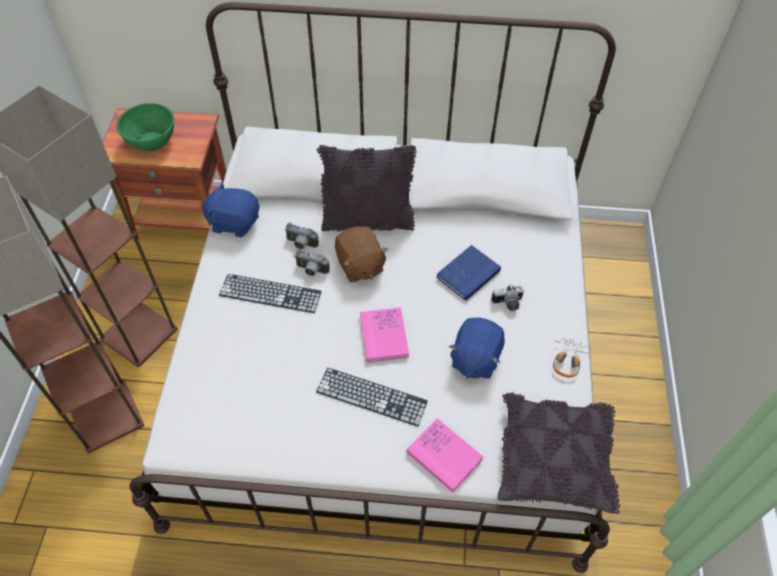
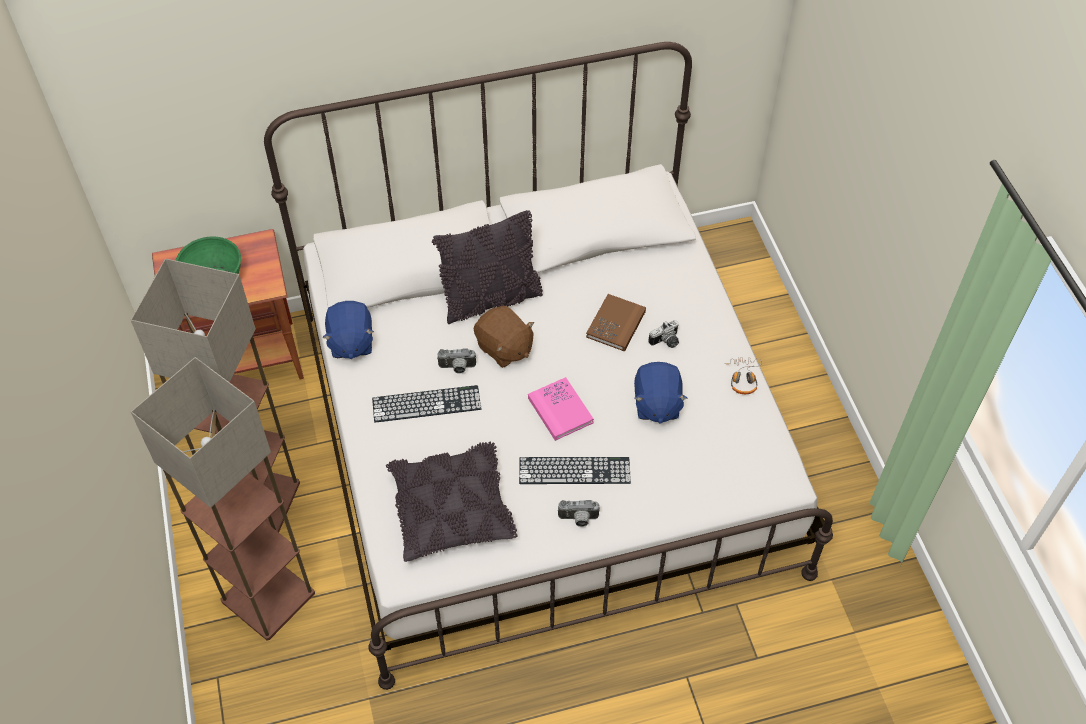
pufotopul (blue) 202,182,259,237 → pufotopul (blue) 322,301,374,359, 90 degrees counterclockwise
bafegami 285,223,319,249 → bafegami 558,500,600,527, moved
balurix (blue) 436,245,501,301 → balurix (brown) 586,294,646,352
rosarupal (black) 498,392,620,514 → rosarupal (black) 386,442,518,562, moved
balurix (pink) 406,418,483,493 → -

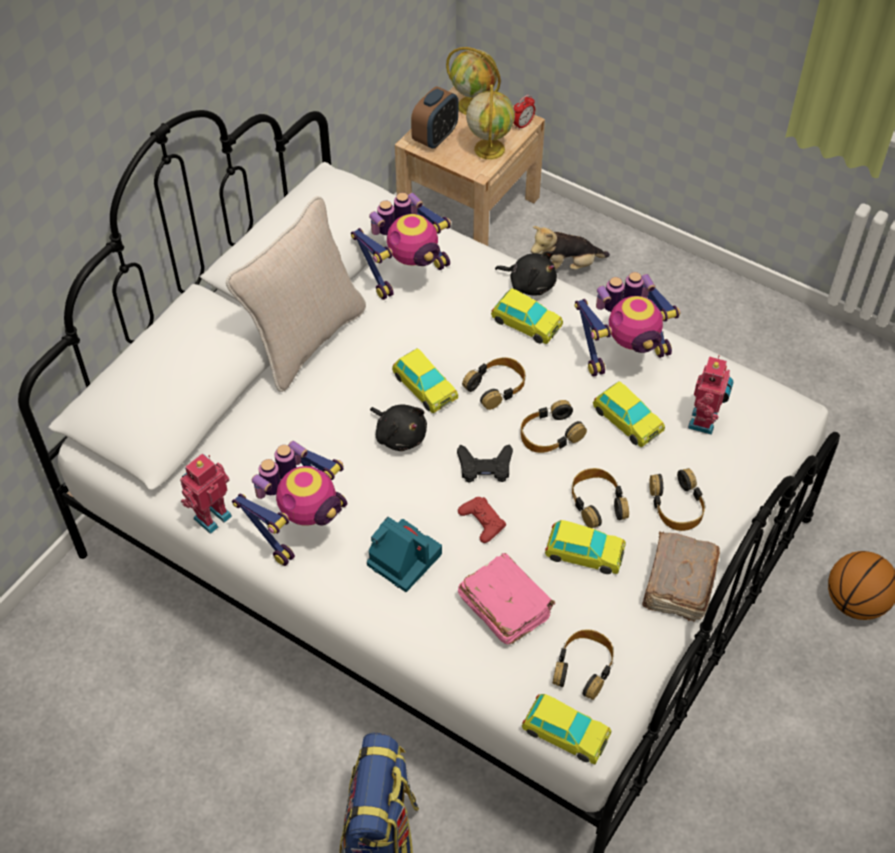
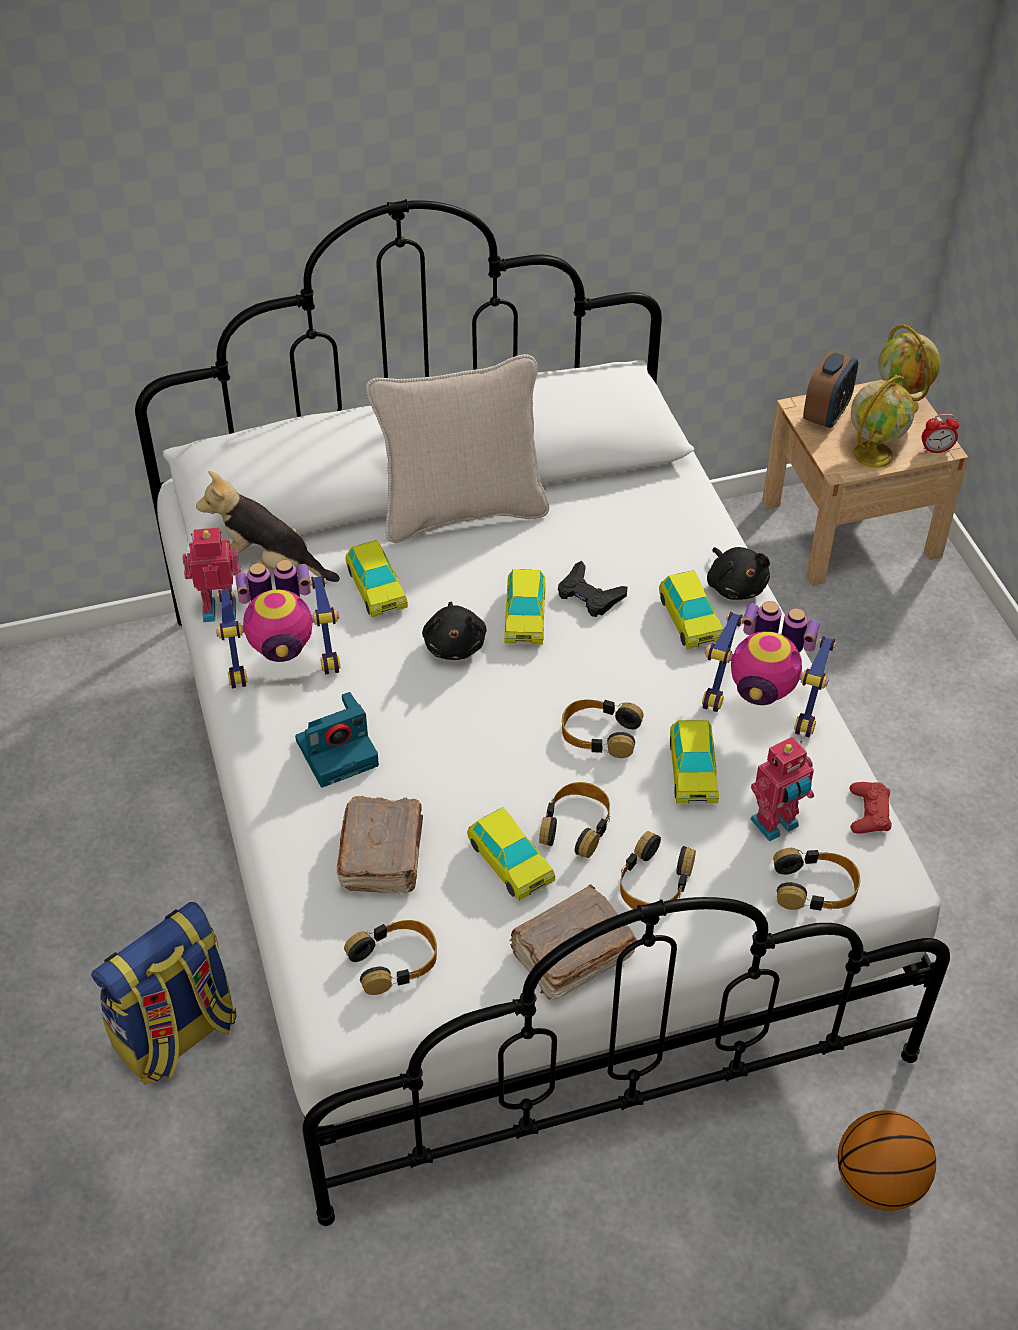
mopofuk 411,87,458,149 → mopofuk 803,351,858,429, 45 degrees counterclockwise
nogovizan 351,193,451,300 → -
pufotopul 531,226,610,270 → pufotopul 196,471,340,582, moved
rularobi 462,357,525,410 → rularobi 773,848,860,911, moved
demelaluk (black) 457,444,513,483 → demelaluk (black) 558,561,627,617, moved
demelaluk (red) 458,497,506,543 → demelaluk (red) 849,782,892,834, moved
bafegami 367,517,442,592 → bafegami 295,692,379,787, 75 degrees clockwise
balurix (pink) 458,553,555,645 → balurix (brown) 337,796,423,894
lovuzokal 522,694,611,764 → lovuzokal 345,540,408,617, moved

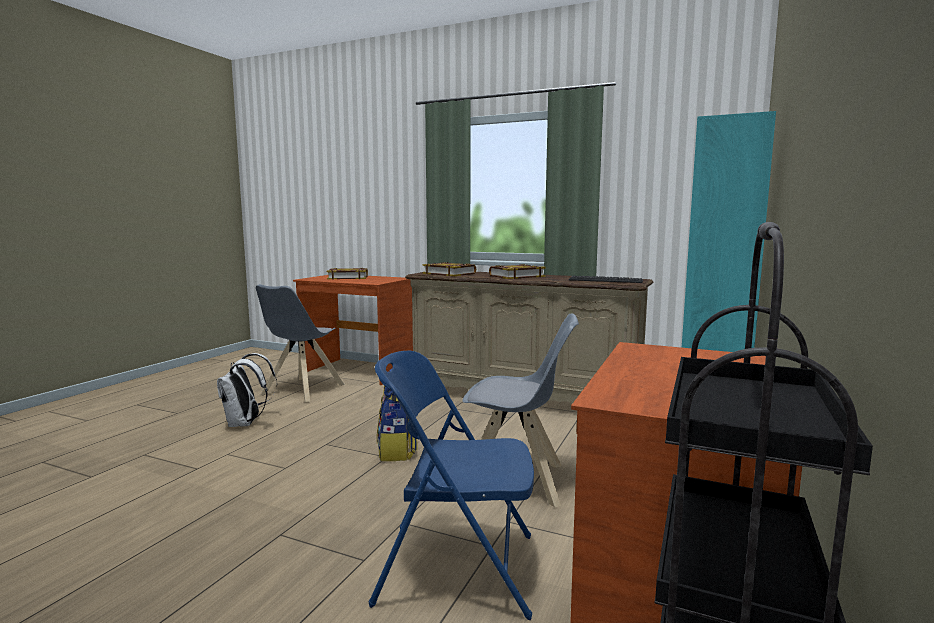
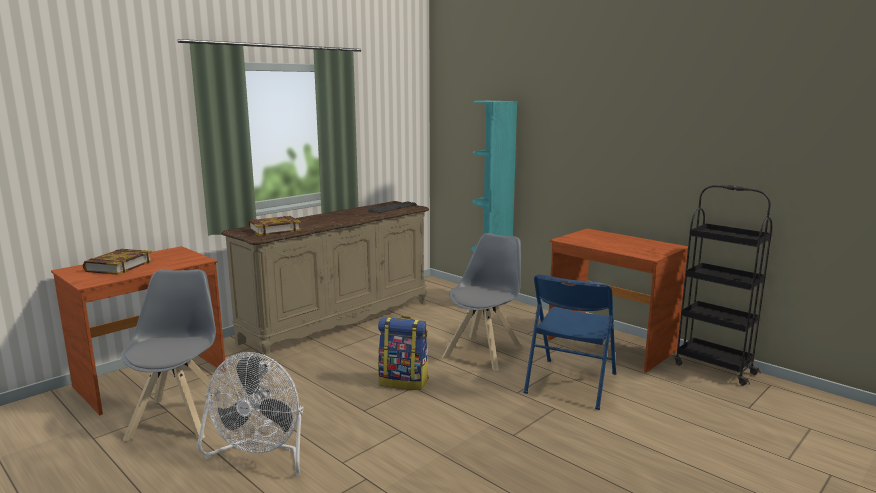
balurix 489,264,546,279 → -
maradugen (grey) 256,284,345,402 → maradugen (grey) 121,269,227,442, 135 degrees counterclockwise
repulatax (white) 217,353,277,427 → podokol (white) 197,352,304,476

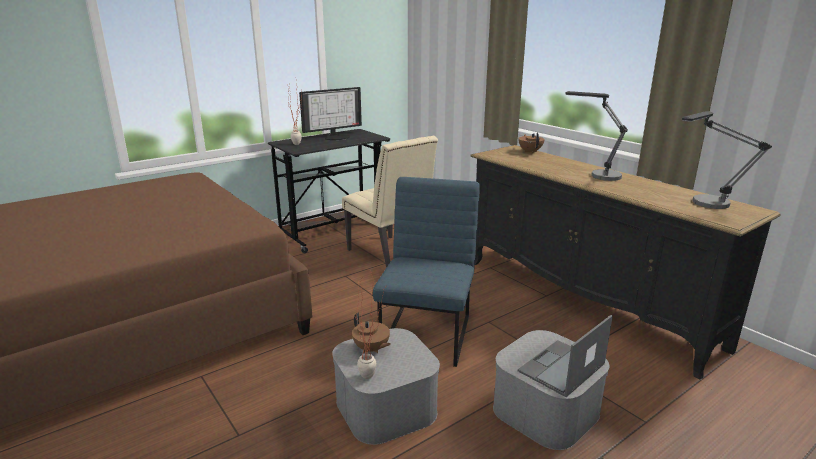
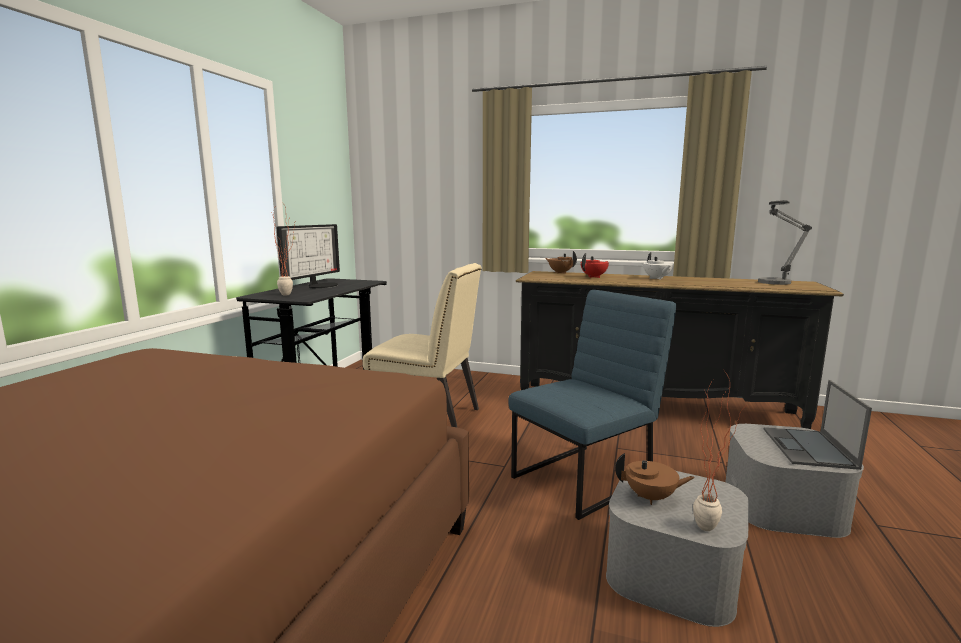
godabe 565,91,628,181 → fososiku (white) 643,252,673,280
maradugen (blue) 373,177,480,367 → maradugen (blue) 509,290,676,520, 75 degrees clockwise
- → fososiku (red) 580,253,609,278

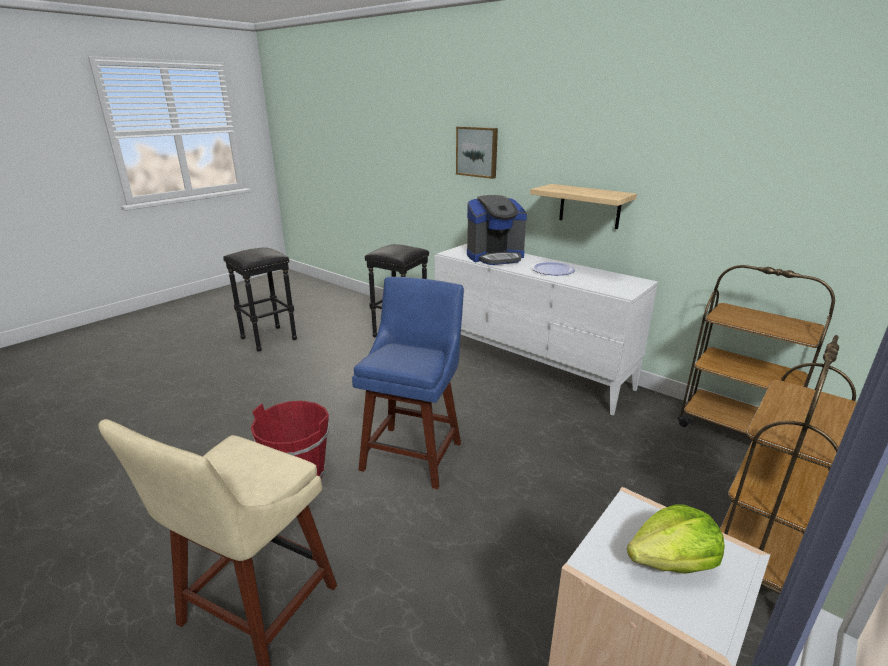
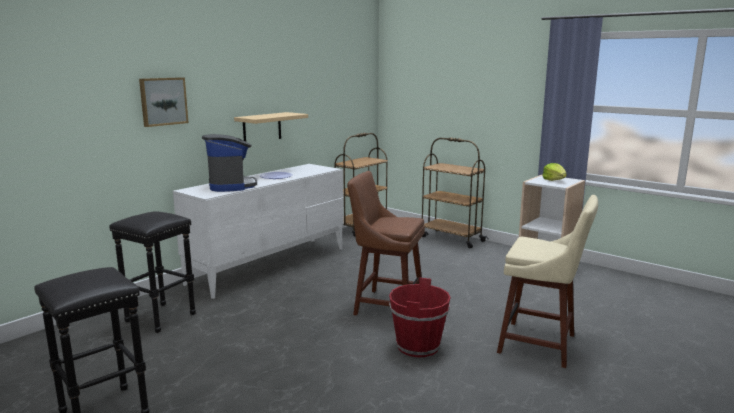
maradugen (blue) 352,277,464,489 → maradugen (brown) 347,171,425,316

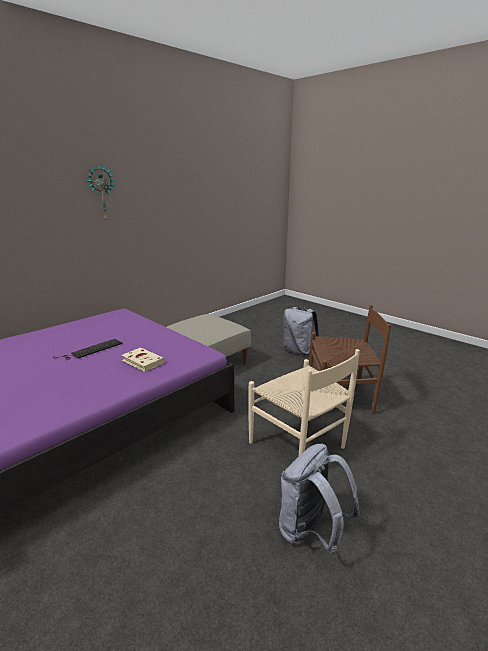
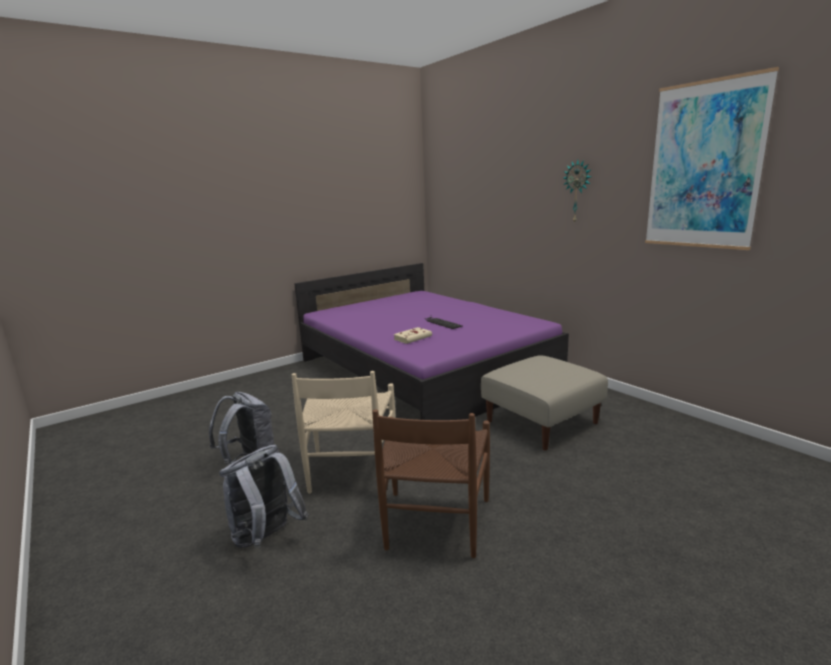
repulatax (grey) 283,306,319,355 → repulatax (grey) 219,444,309,548, moved
maradugen (beige) 248,349,360,455 → maradugen (beige) 292,371,396,494, 60 degrees counterclockwise
- → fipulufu 645,67,779,250

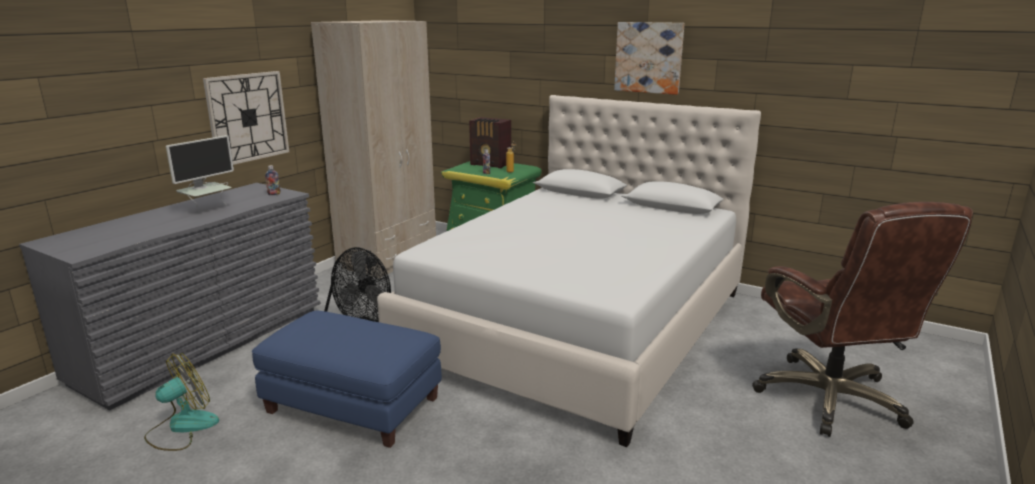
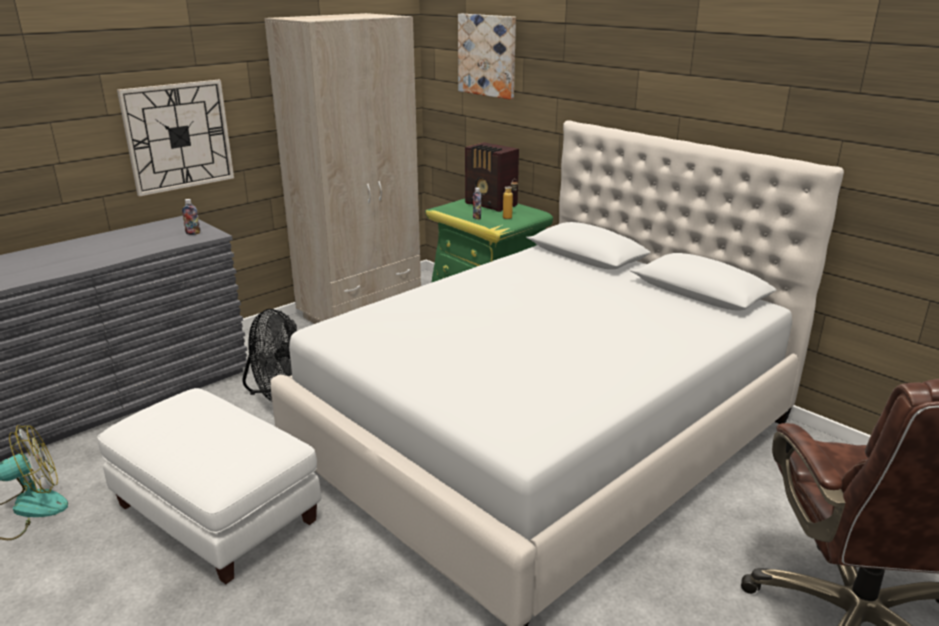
fipulufu 614,22,685,95 → fipulufu 458,14,516,100, moved
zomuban 166,135,234,207 → -
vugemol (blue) 252,311,442,448 → vugemol (white) 97,388,321,584

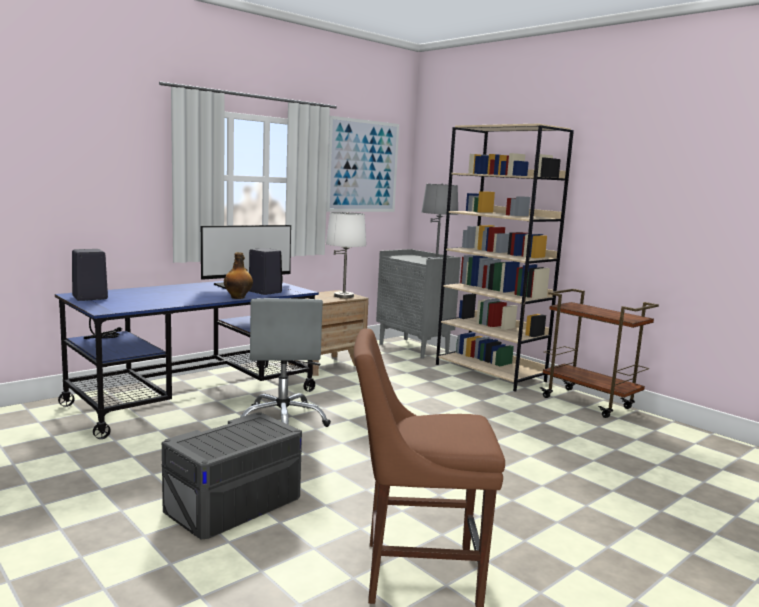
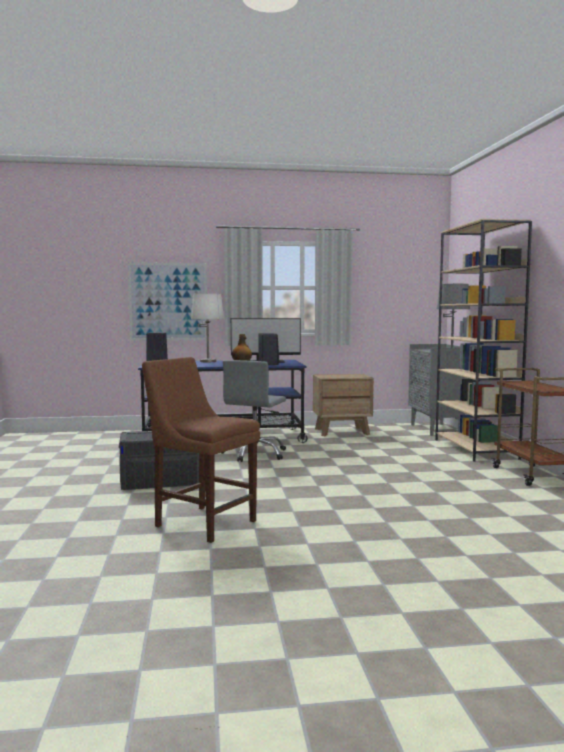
fipulufu 326,116,399,212 → fipulufu 128,262,207,341, moved
godabe (white) 326,212,366,298 → godabe (white) 191,293,224,362, moved

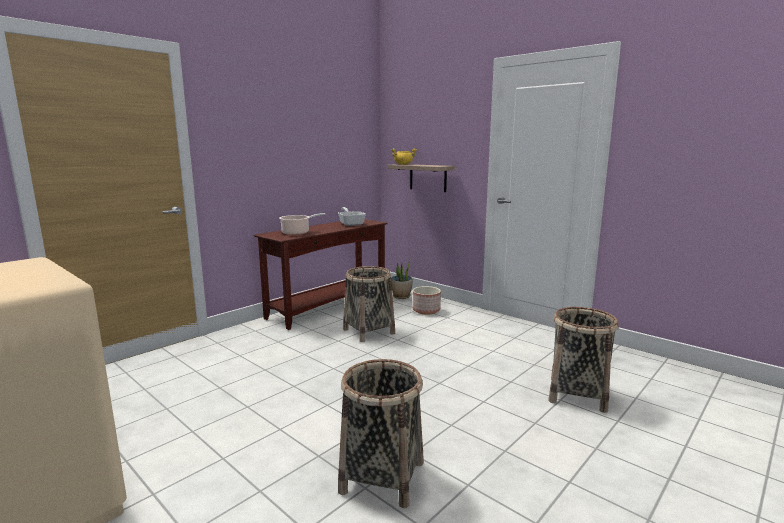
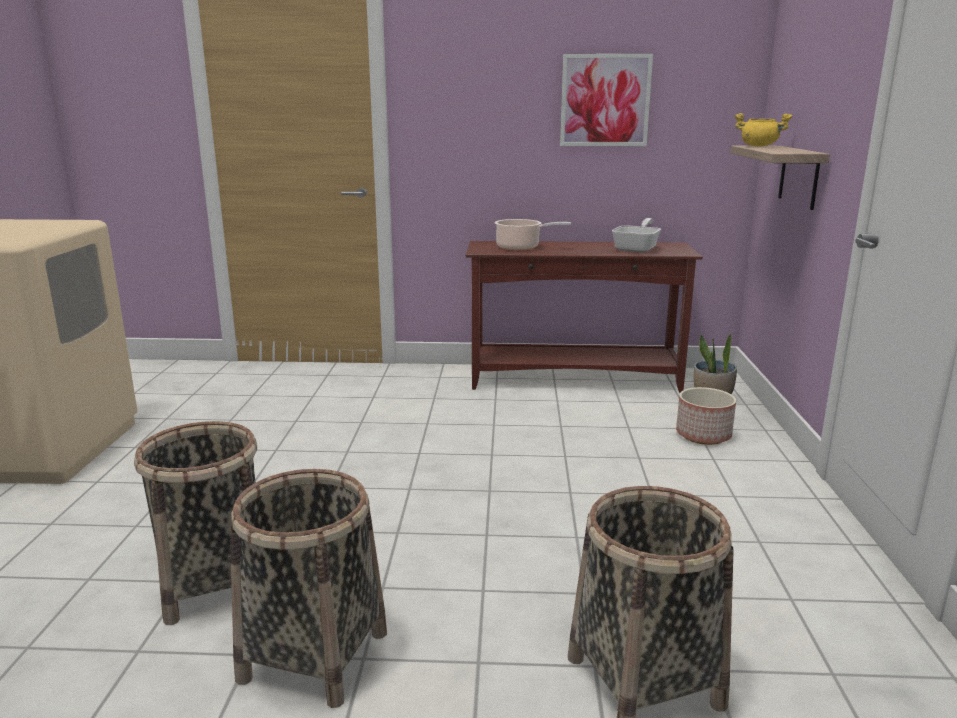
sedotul 343,266,395,342 → sedotul 230,469,387,708, moved
- → fipulufu 560,54,653,146

